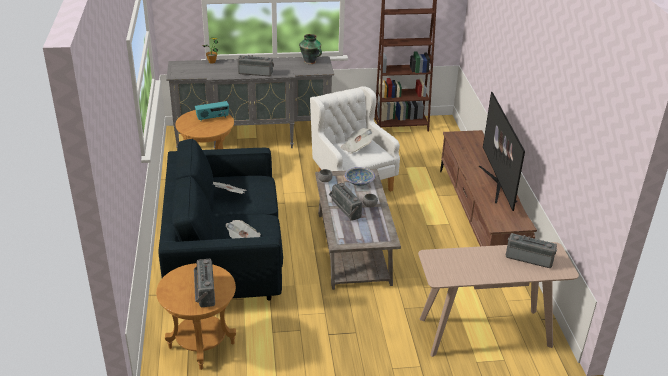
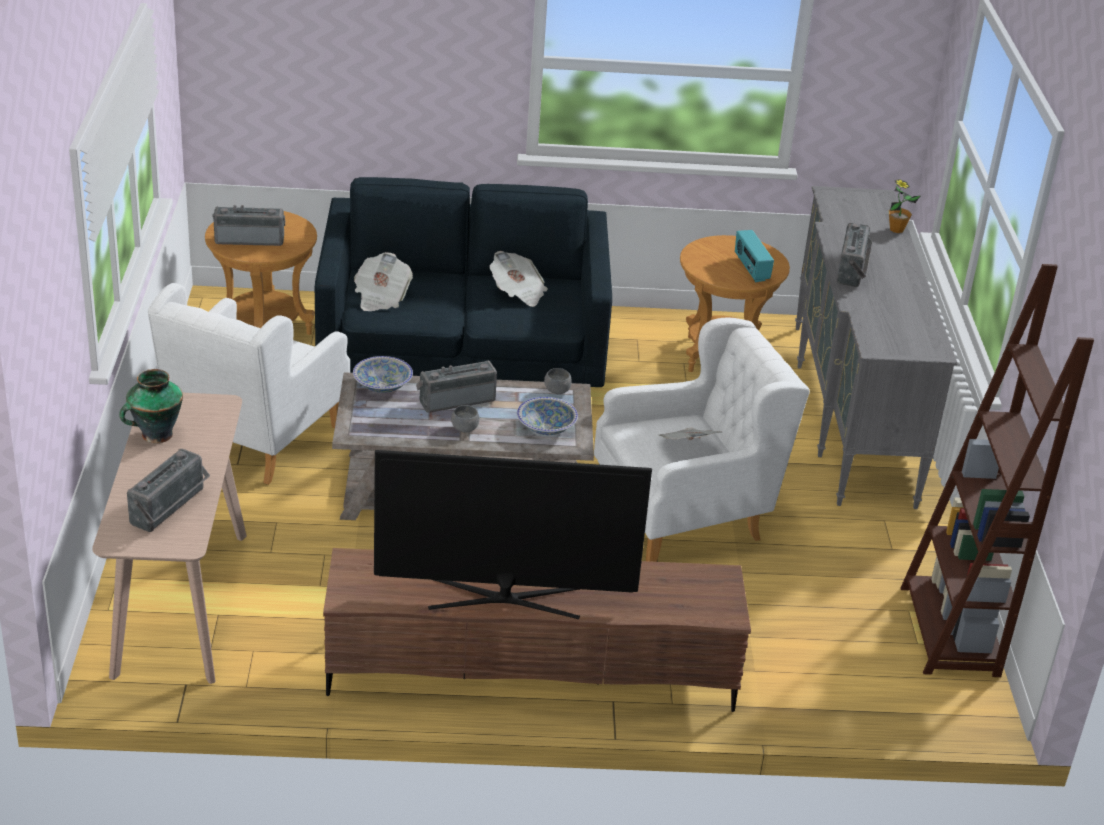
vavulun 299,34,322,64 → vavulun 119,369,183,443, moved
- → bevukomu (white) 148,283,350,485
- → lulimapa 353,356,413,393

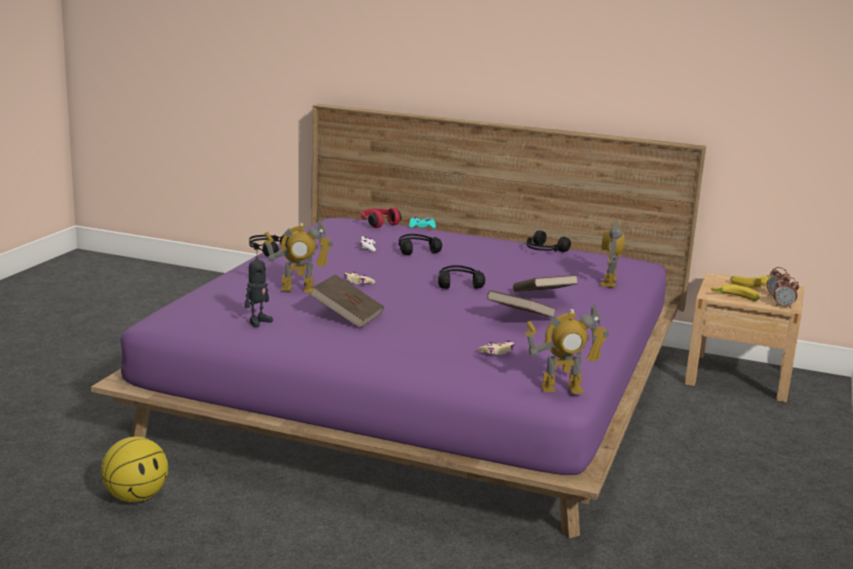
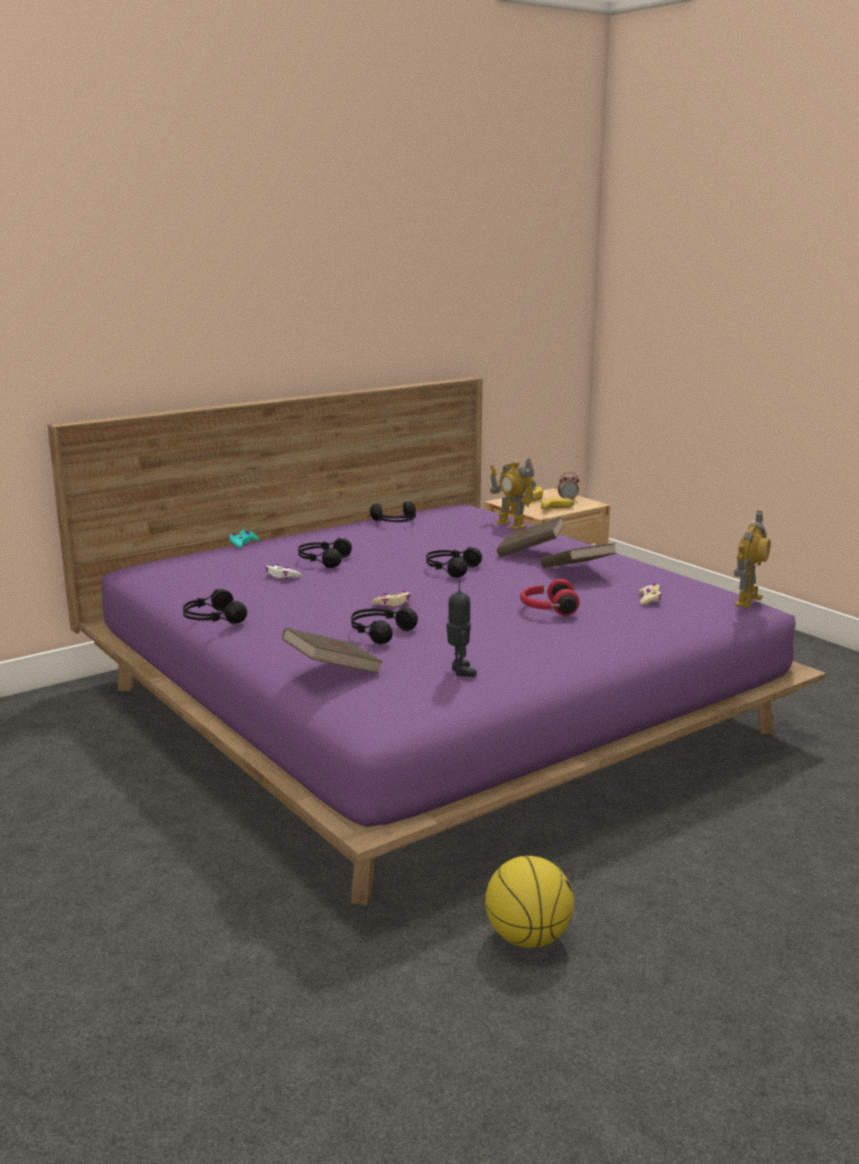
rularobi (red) 361,208,401,228 → rularobi (red) 520,579,579,616, moved
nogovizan 264,220,333,293 → rularobi (black) 351,607,418,644
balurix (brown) 310,274,384,328 → balurix (brown) 282,628,383,674, moved
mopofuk 773,276,799,309 → -

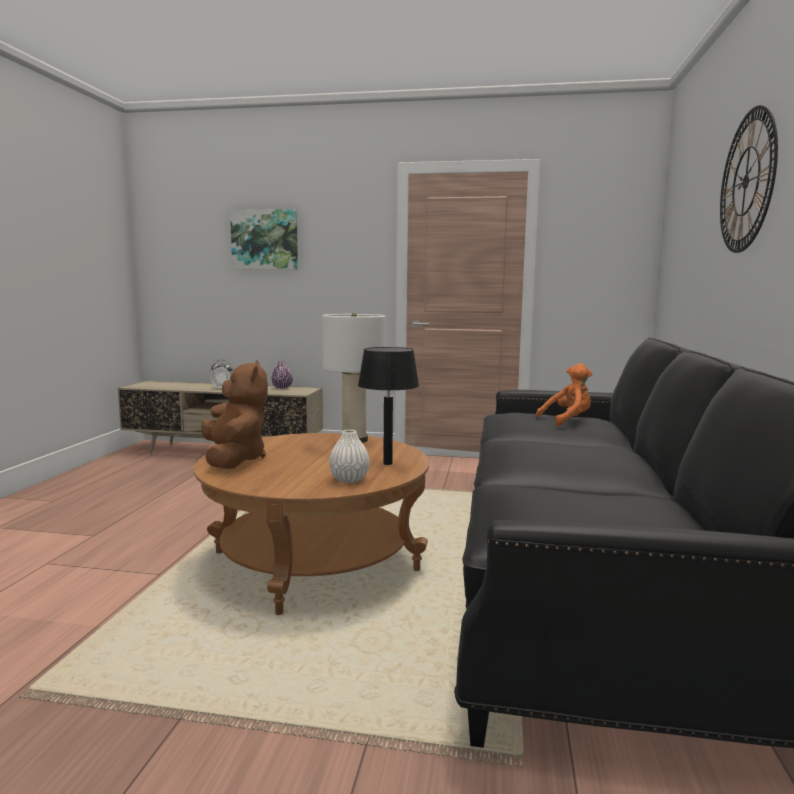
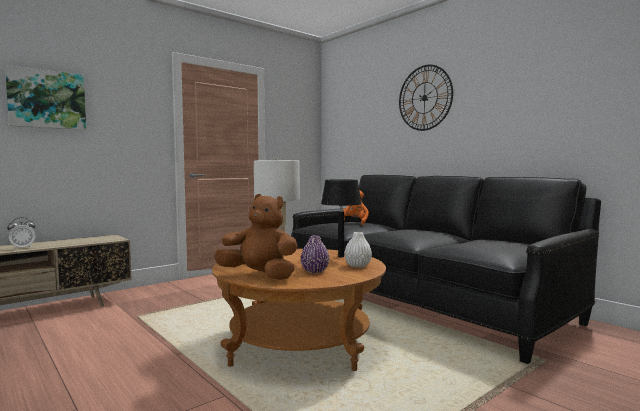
vavulun (purple) 271,361,293,389 → vavulun (purple) 301,235,329,273, moved

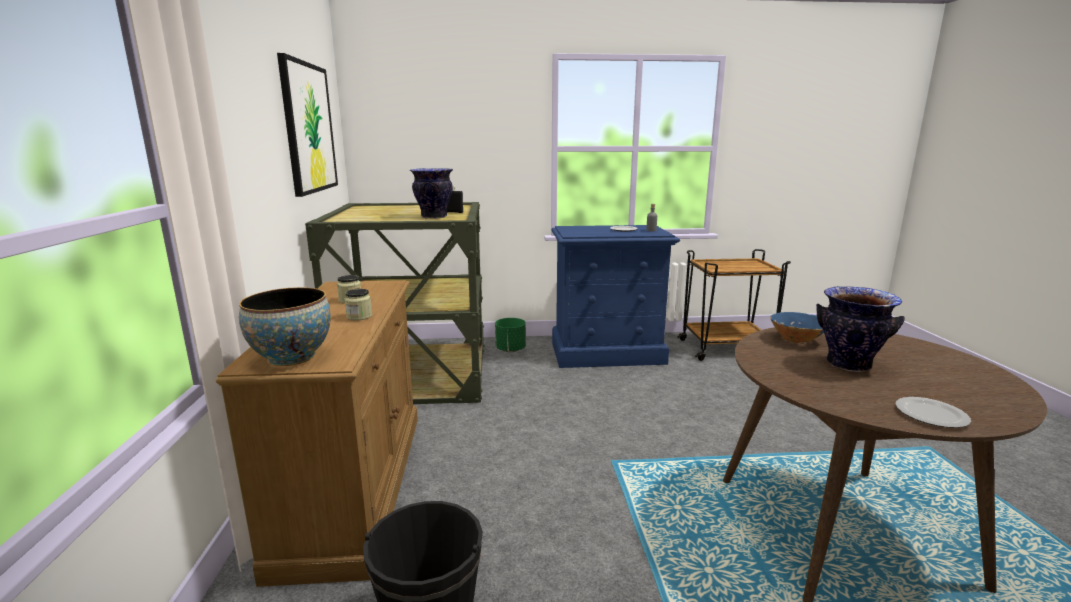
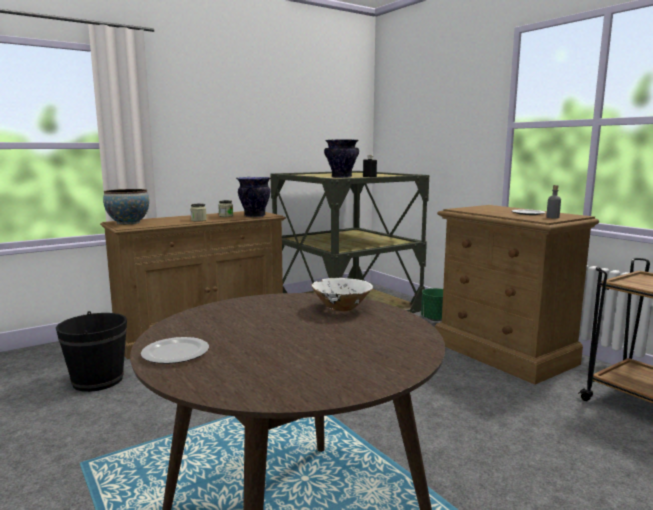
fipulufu 277,53,338,197 → -
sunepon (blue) 551,225,680,368 → sunepon (brown) 435,205,599,384
vavulun 816,286,905,372 → vavulun 236,177,271,217, moved
lulimapa (blue) 770,312,824,343 → lulimapa (white) 311,278,373,311

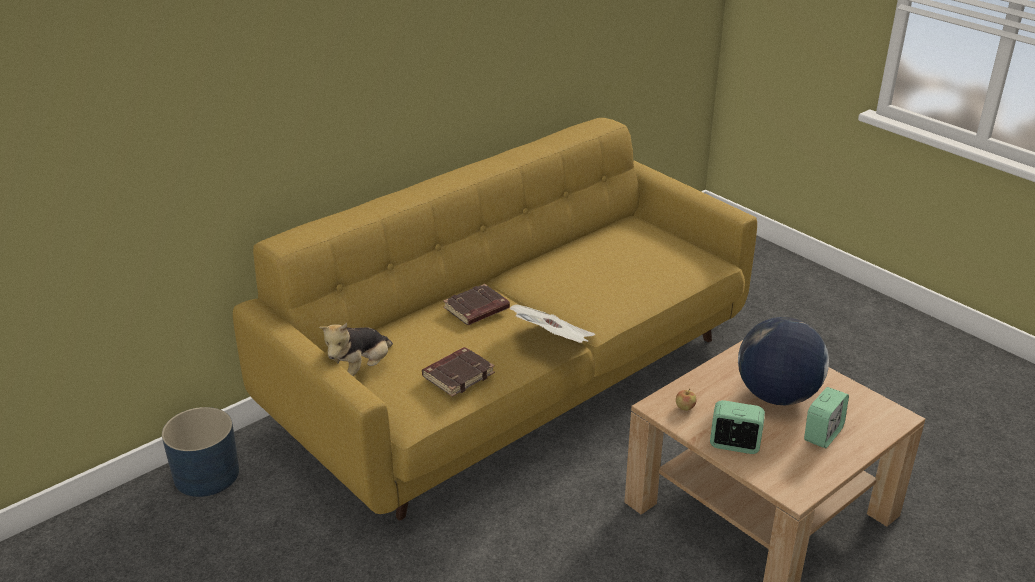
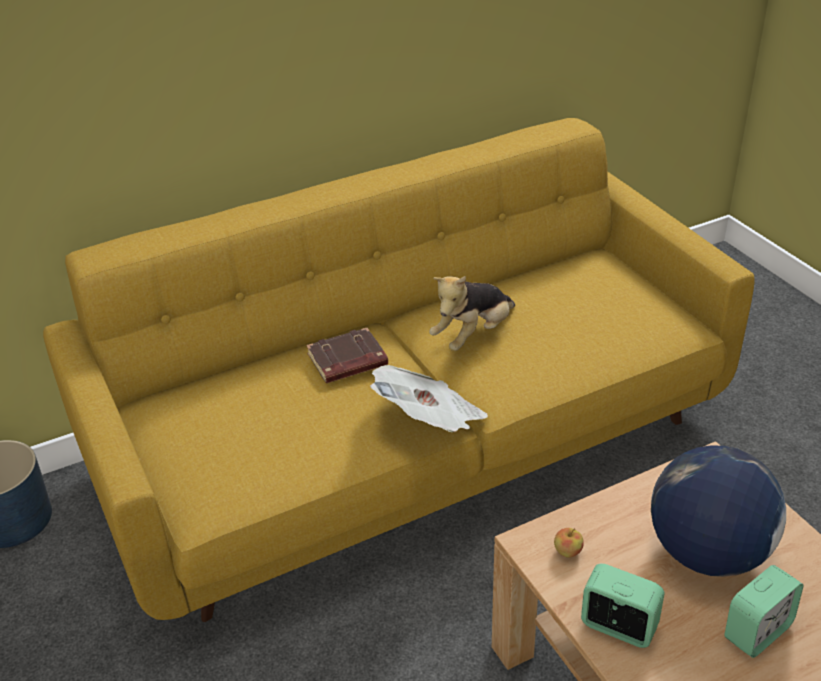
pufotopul 319,323,393,377 → pufotopul 429,276,515,351, moved
balurix (brown) 422,347,495,397 → -

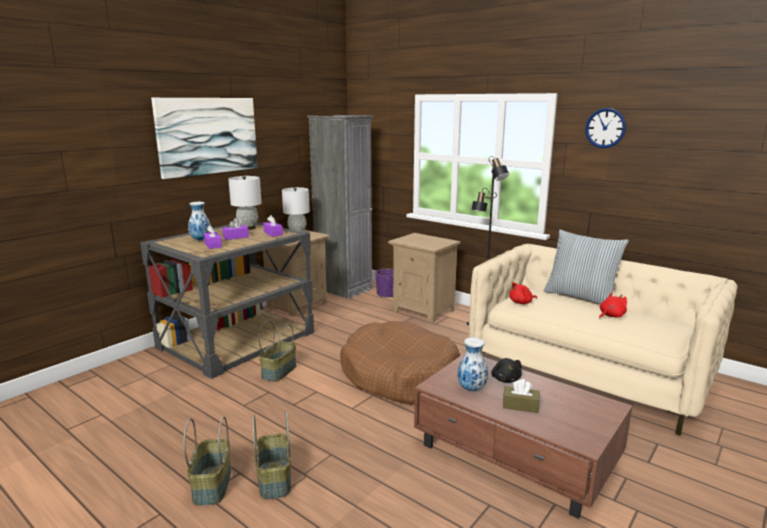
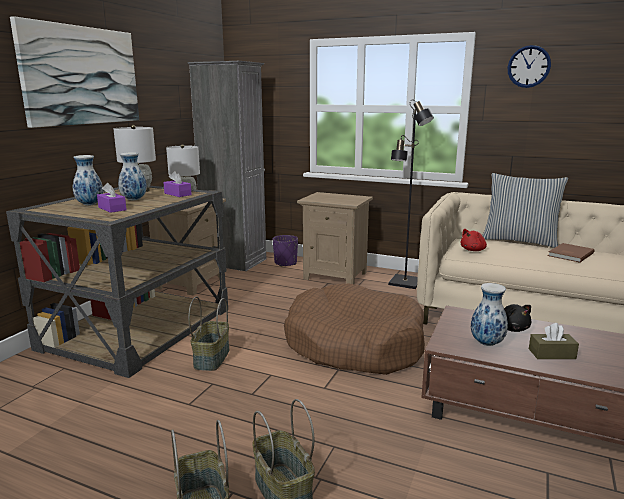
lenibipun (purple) 222,218,249,240 → vavulun 118,152,147,201
pufotopul (red) 599,292,627,319 → balurix (brown) 548,243,595,263

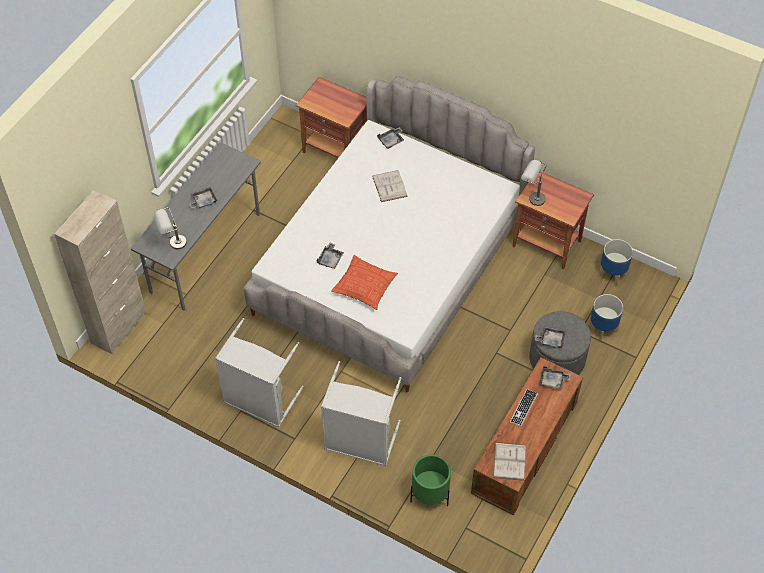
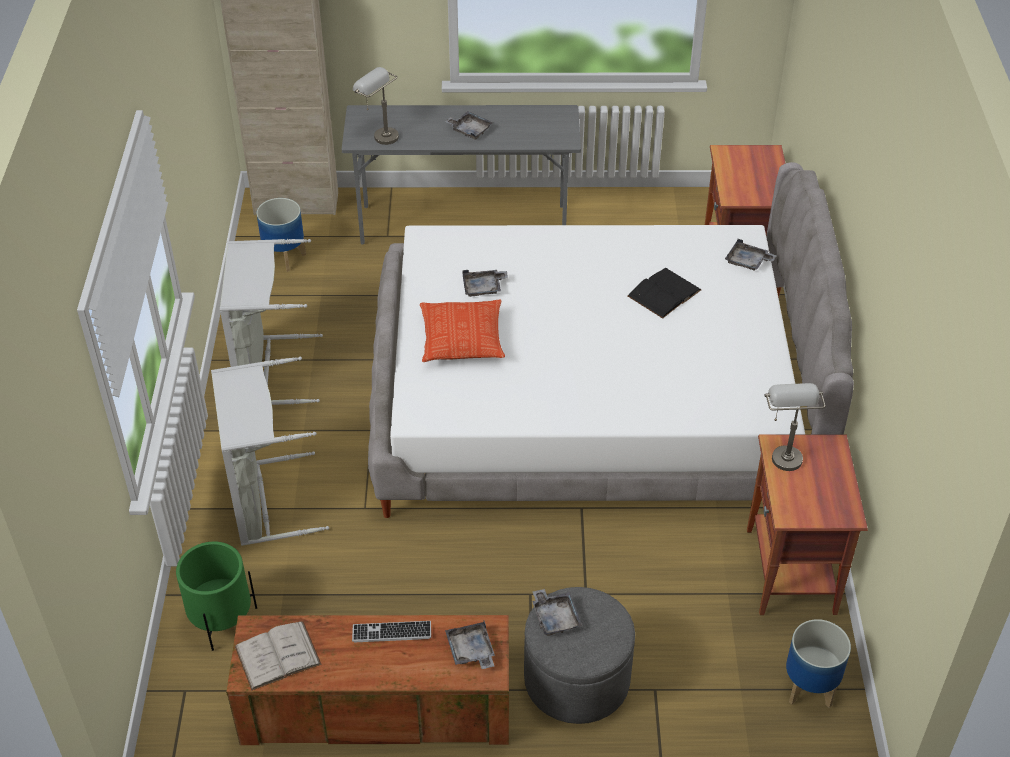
balurix (white) 372,170,408,202 → balurix (black) 628,268,701,319
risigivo 588,294,623,341 → risigivo 257,198,306,272, moved

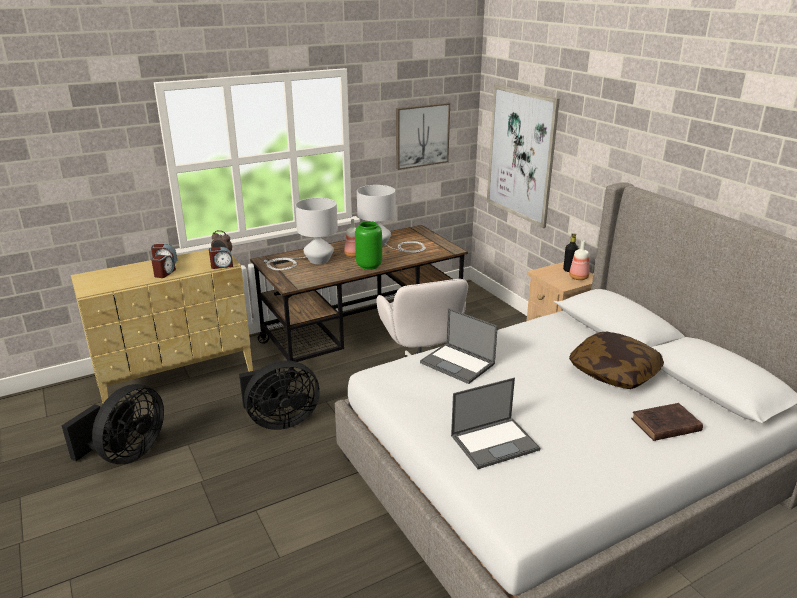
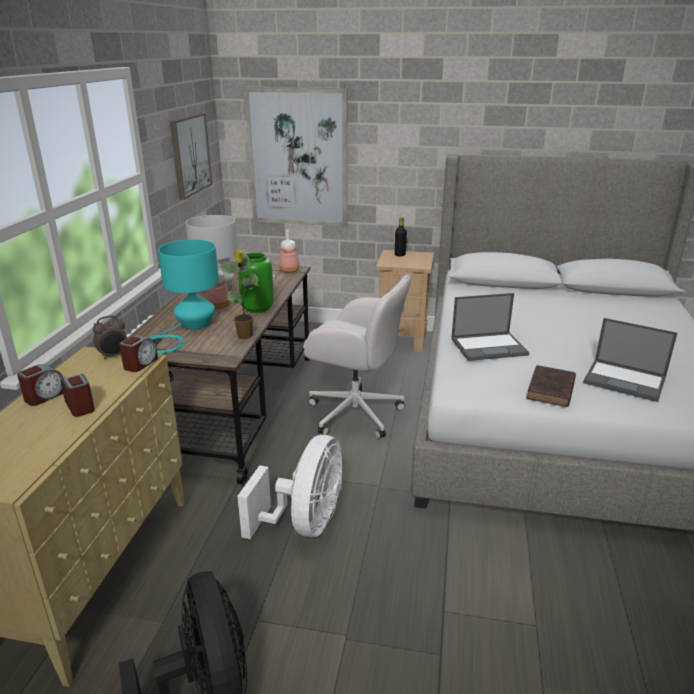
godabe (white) 264,198,338,270 → godabe (turquoise) 150,240,219,353
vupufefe 569,240,589,280 → vupufefe 279,230,300,273, moved
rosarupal 569,332,664,389 → -
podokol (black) 239,360,320,430 → podokol (white) 237,435,342,540
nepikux 451,378,540,469 → nepikux 583,318,677,402, 105 degrees clockwise
balurix (brown) 631,403,703,441 → balurix (brown) 526,365,576,407, moved
- → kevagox 220,249,259,339

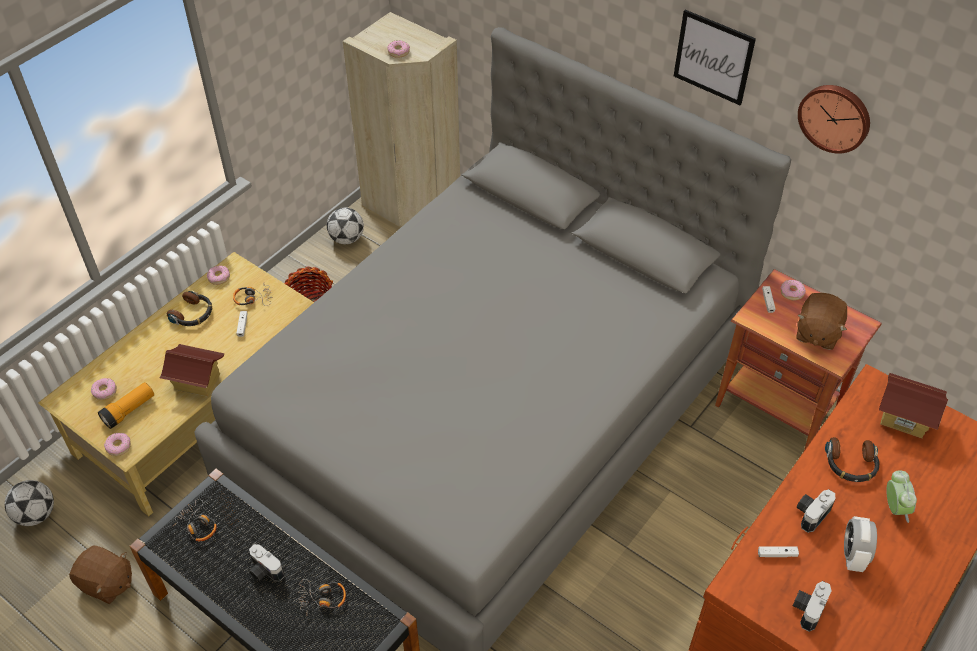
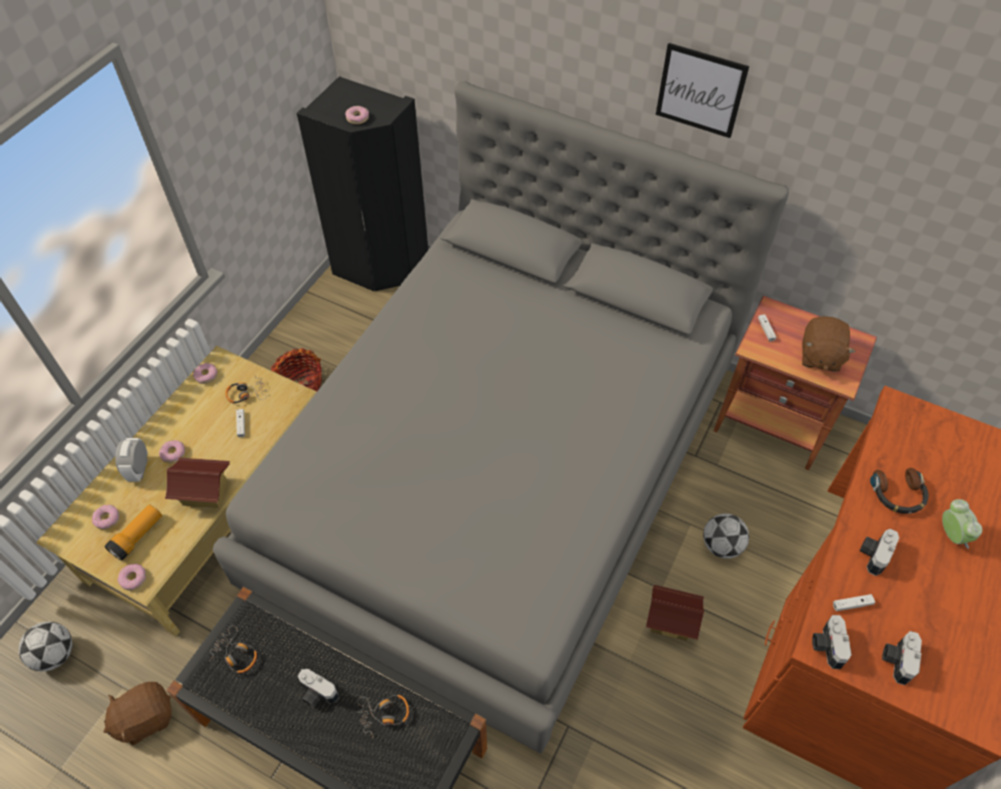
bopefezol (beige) 343,12,460,227 → bopefezol (black) 297,76,428,291
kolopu 798,85,870,154 → -
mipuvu 327,207,364,244 → mipuvu 703,513,749,559, moved
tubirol 781,280,806,300 → tubirol 159,440,186,463, moved
rularobi 167,290,212,326 → -
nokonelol 879,373,948,439 → nokonelol 646,585,704,641, moved
mopofuk 844,516,877,572 → mopofuk 115,438,148,482, moved
pufotopul (brown) 69,545,132,604 → pufotopul (brown) 104,682,172,745, 135 degrees clockwise
- → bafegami 812,615,852,669

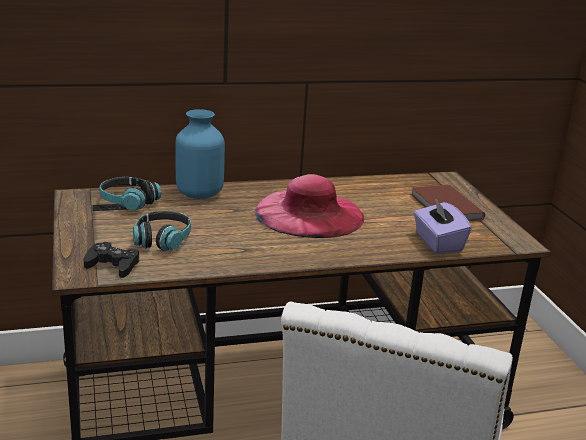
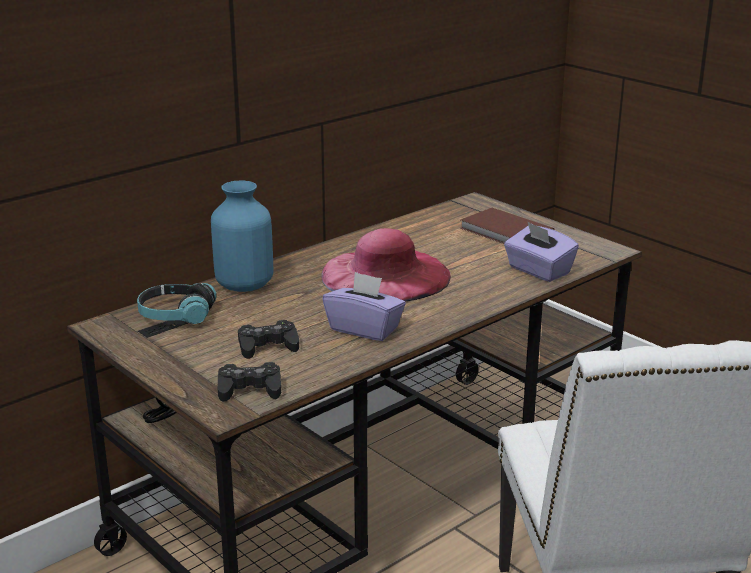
rularobi 133,211,191,251 → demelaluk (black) 238,320,299,359
- → lenibipun (purple) 322,272,406,341

